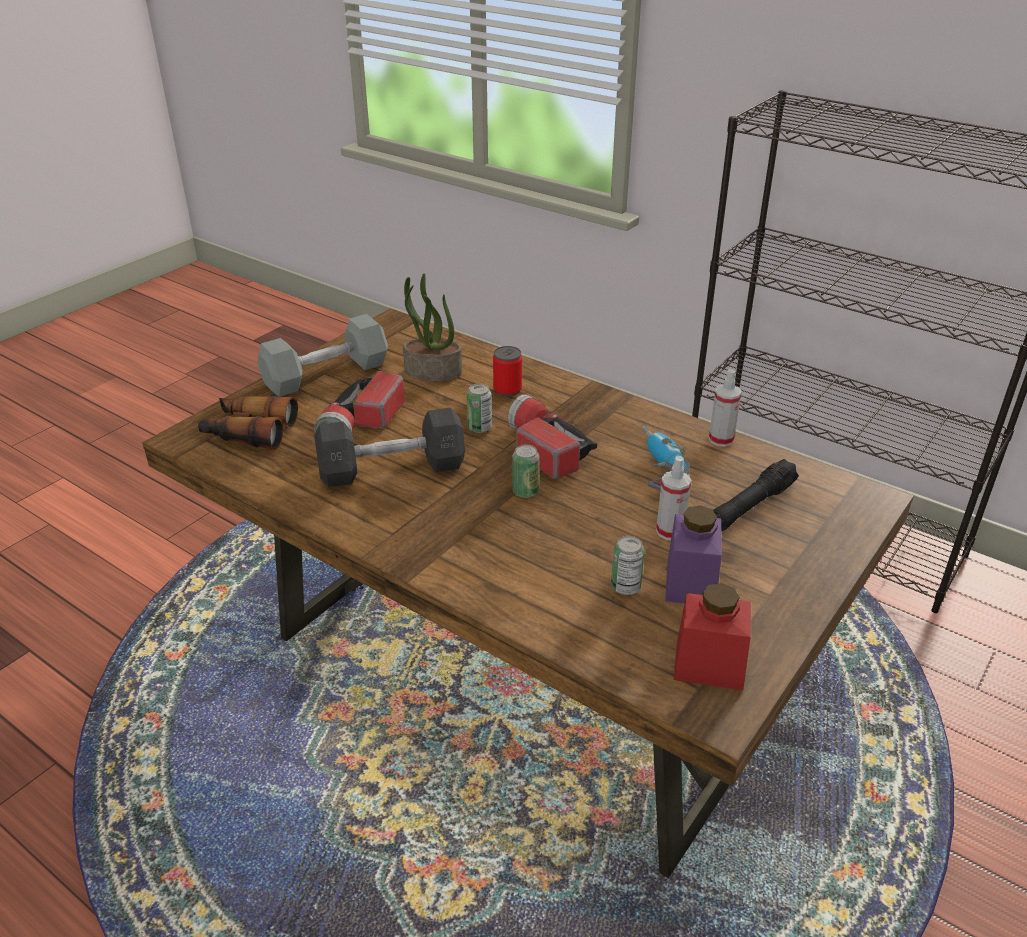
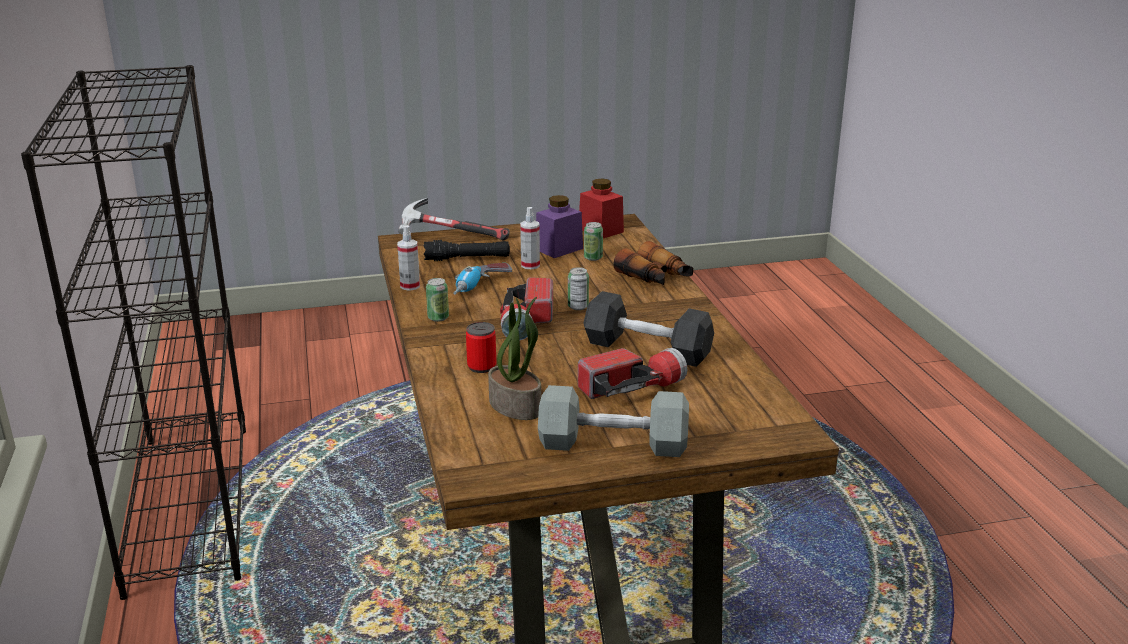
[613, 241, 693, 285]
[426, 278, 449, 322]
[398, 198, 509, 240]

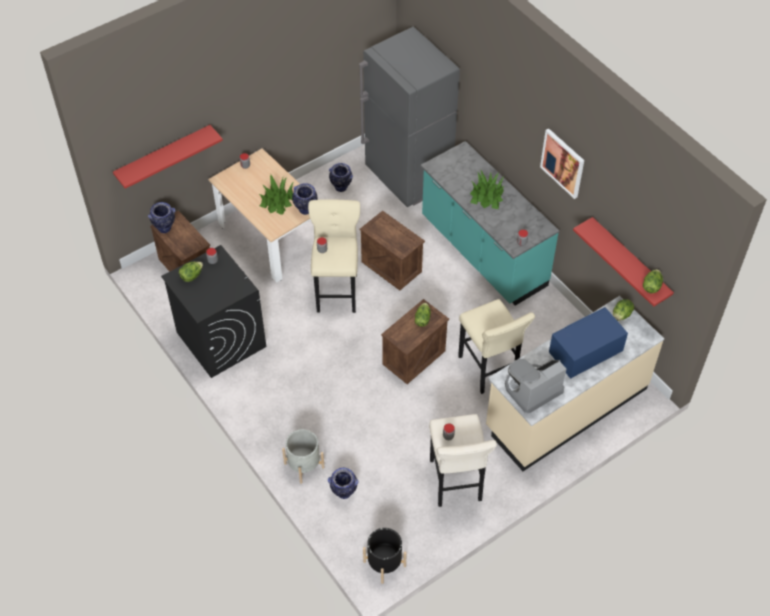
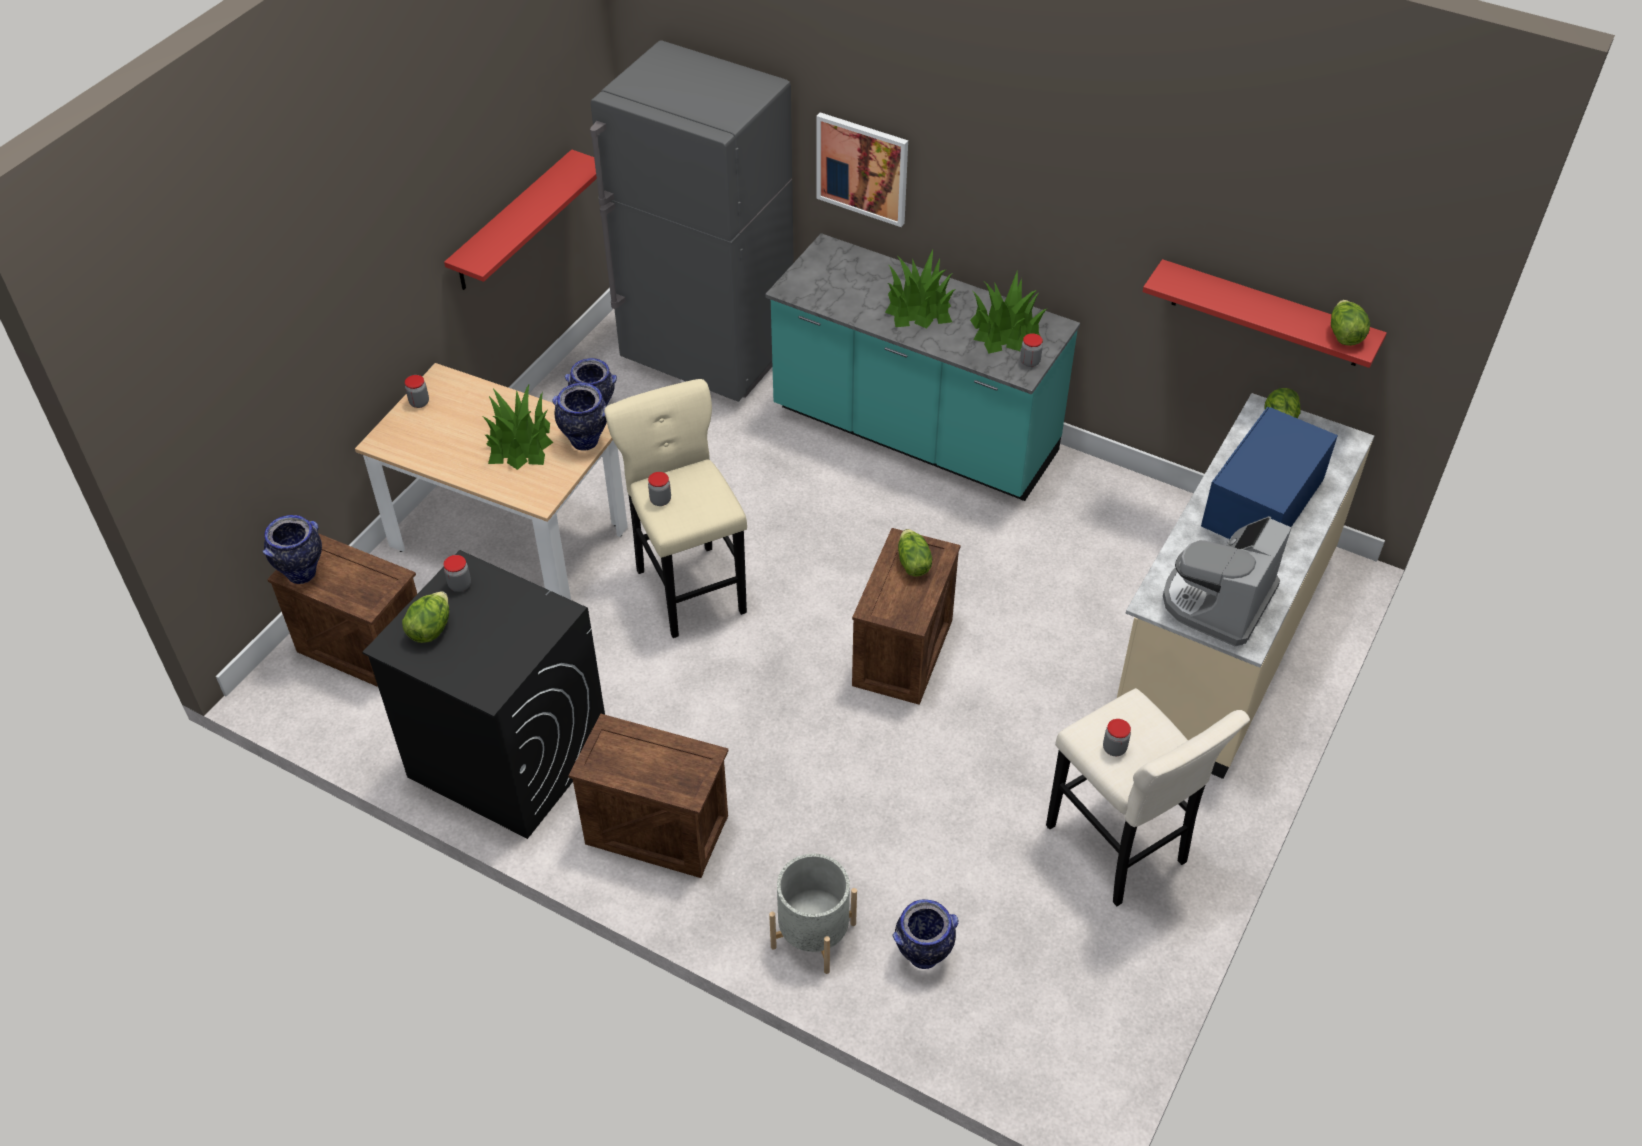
[444, 149, 597, 290]
[568, 714, 728, 878]
[363, 528, 407, 584] (first image)
[458, 299, 535, 394] (first image)
[816, 112, 908, 227]
[970, 272, 1048, 353]

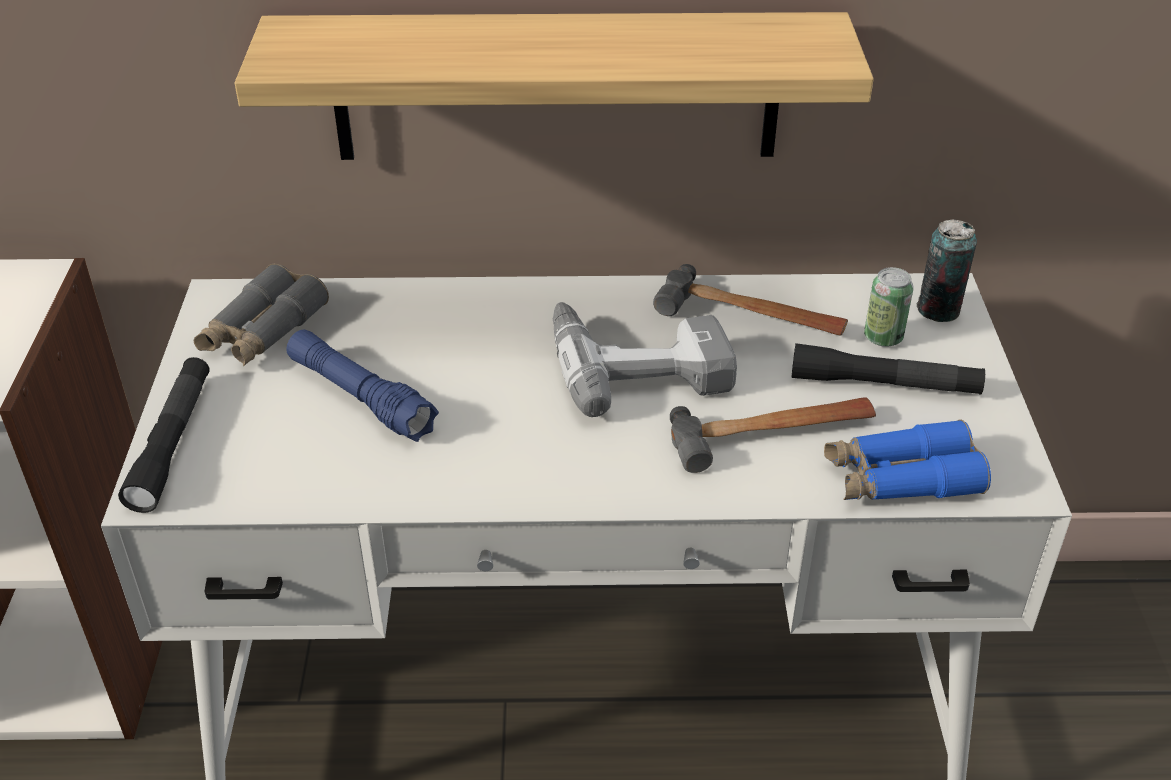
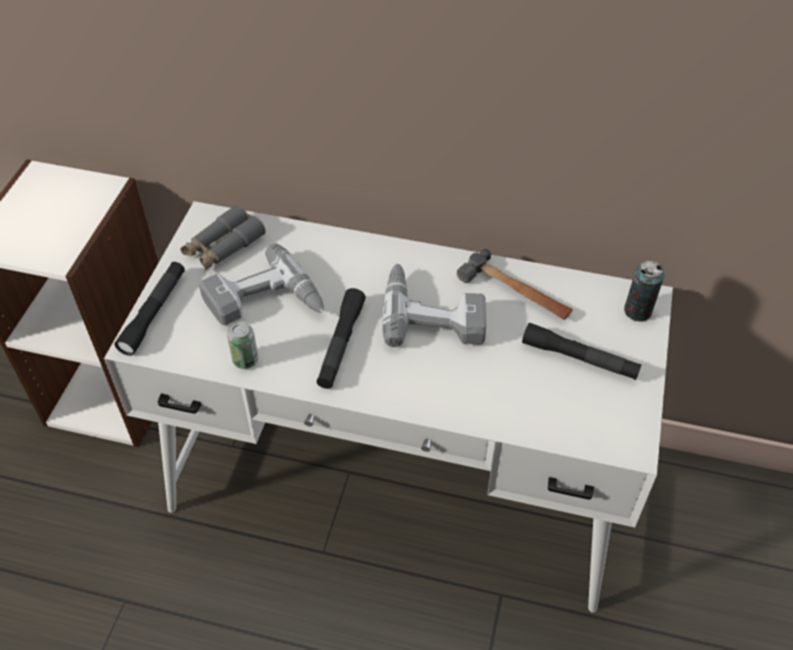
[235, 12, 874, 160] (first image)
[199, 244, 324, 325]
[670, 397, 876, 473] (first image)
[824, 420, 991, 500] (first image)
[227, 321, 258, 369]
[317, 288, 366, 389]

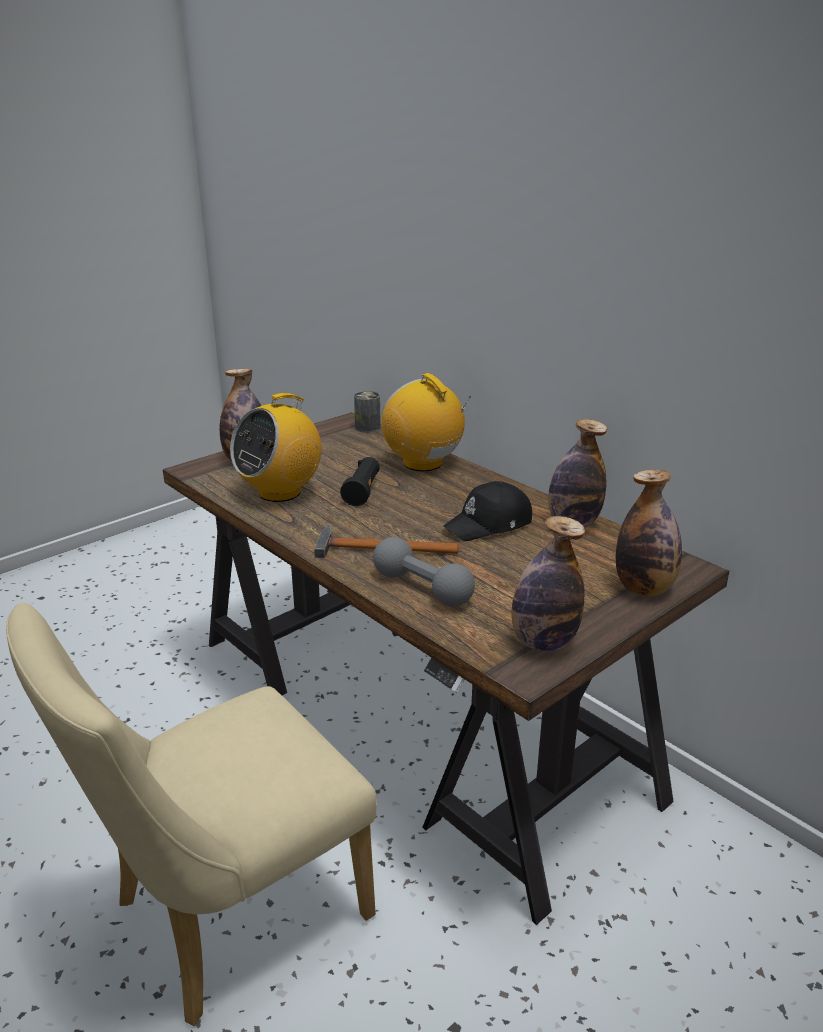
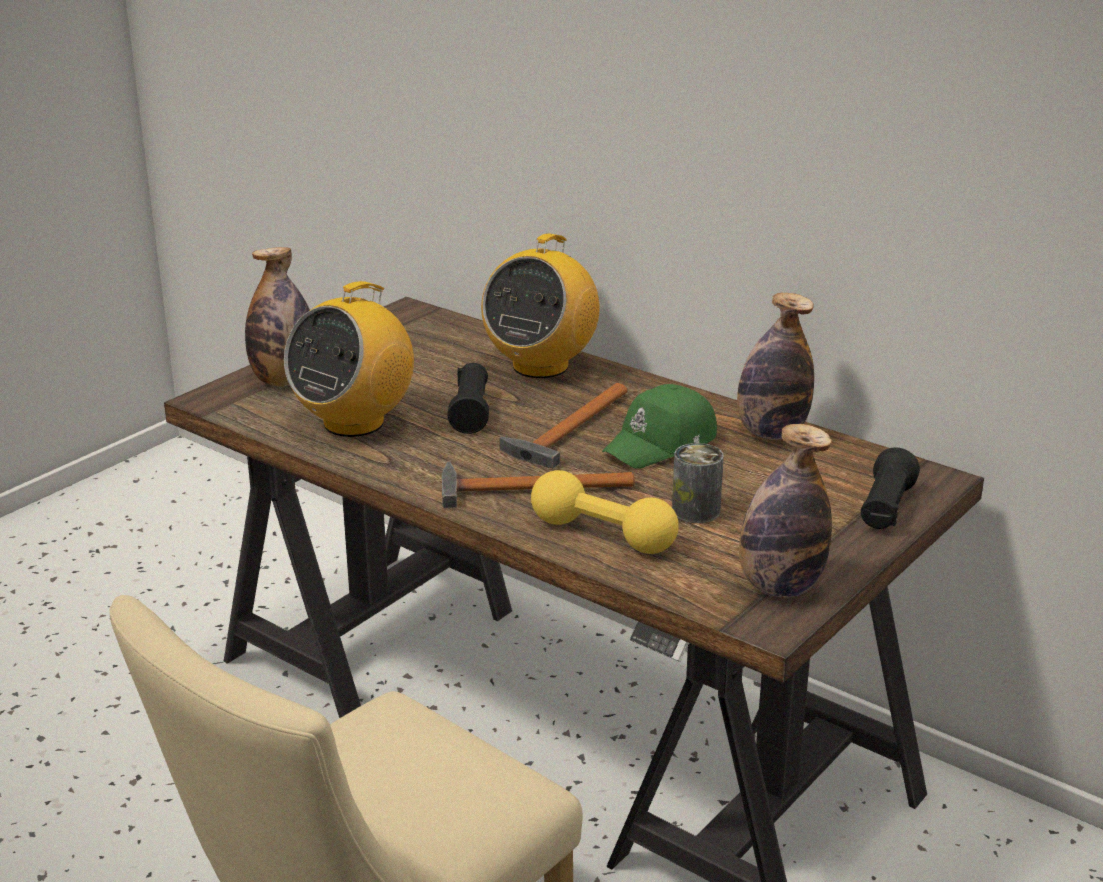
[672, 443, 724, 523]
[531, 470, 679, 554]
[481, 233, 600, 378]
[602, 384, 717, 468]
[861, 447, 920, 529]
[499, 383, 628, 468]

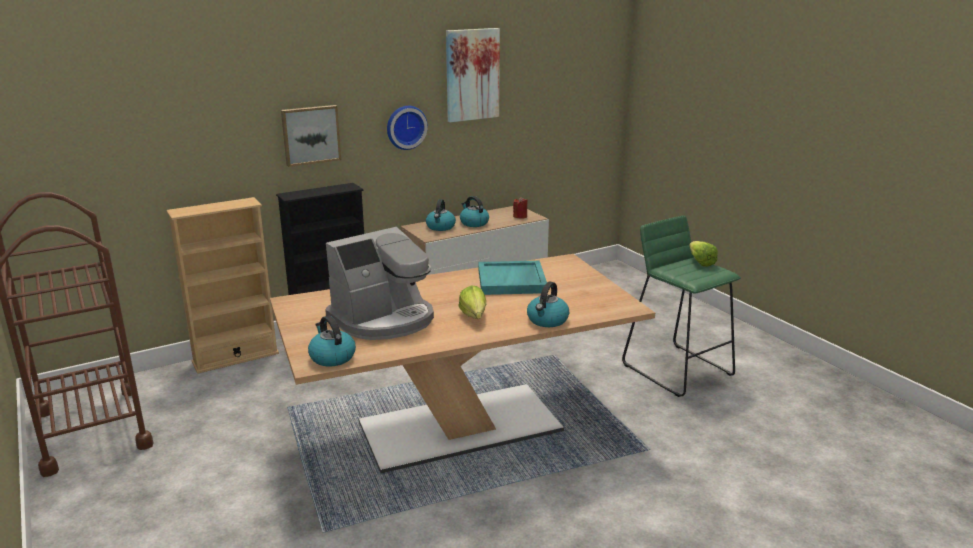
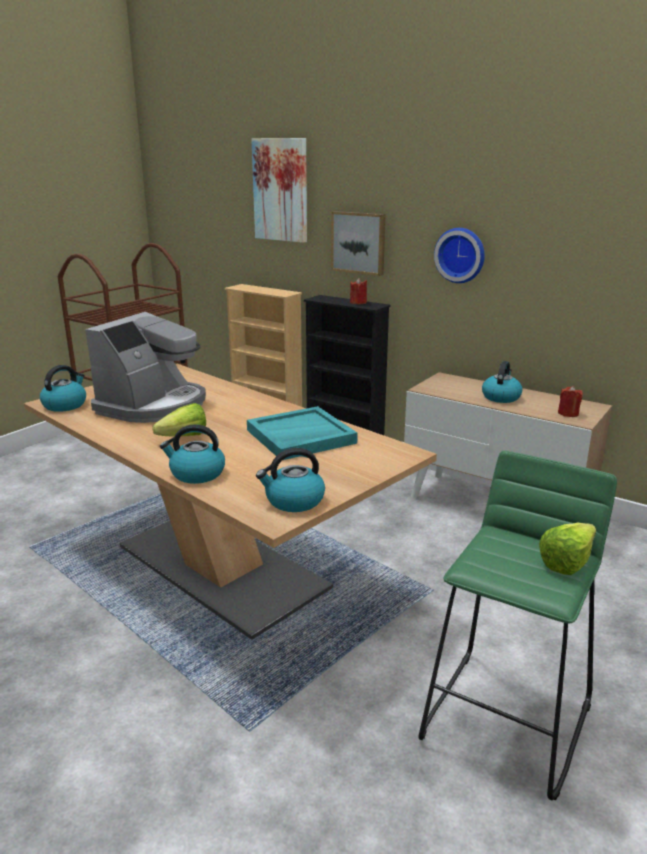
[85, 312, 206, 423]
[256, 448, 325, 512]
[251, 138, 307, 243]
[350, 278, 367, 304]

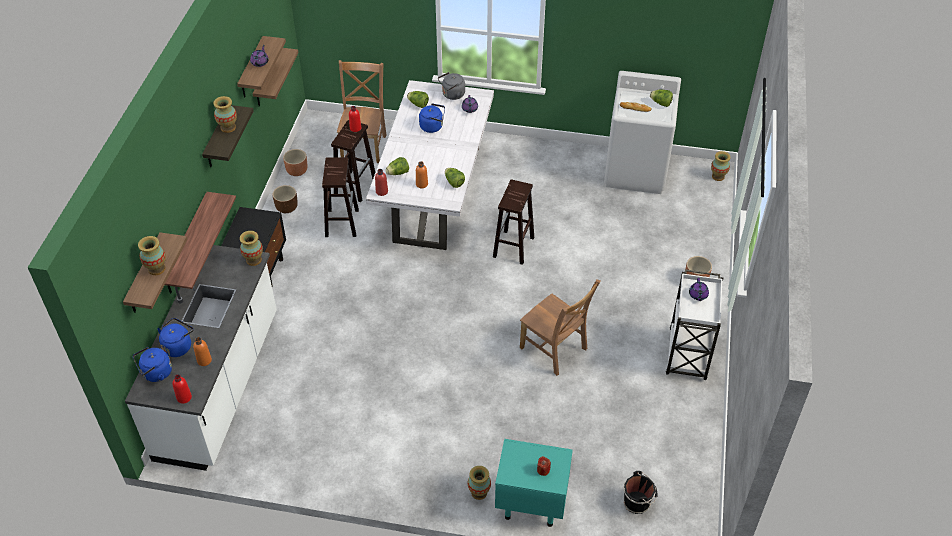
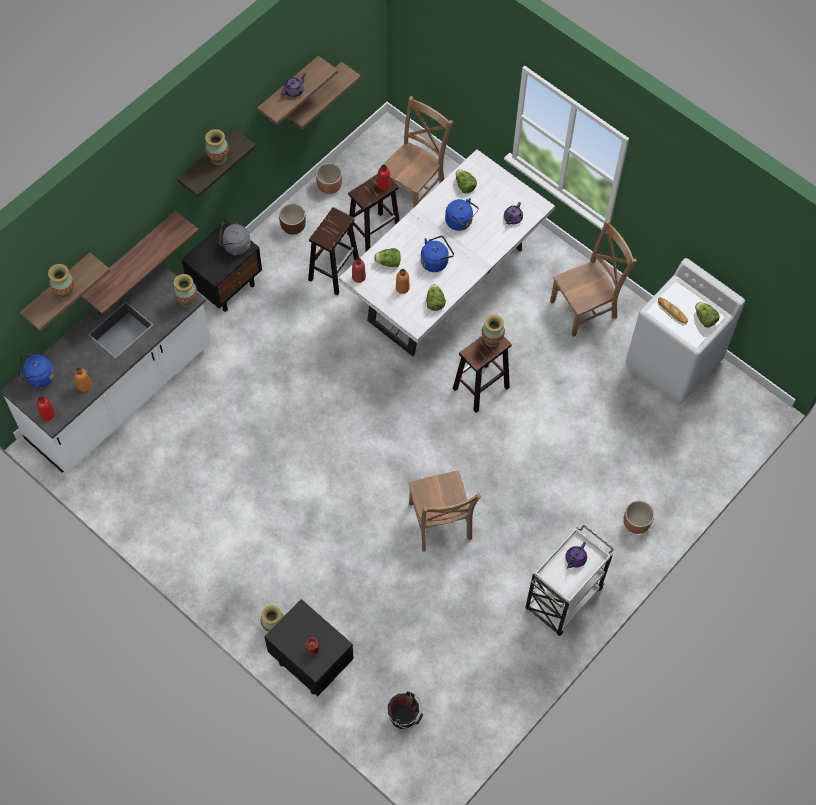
[421, 236, 454, 272]
[219, 222, 250, 256]
[264, 599, 354, 697]
[482, 315, 505, 347]
[550, 219, 637, 337]

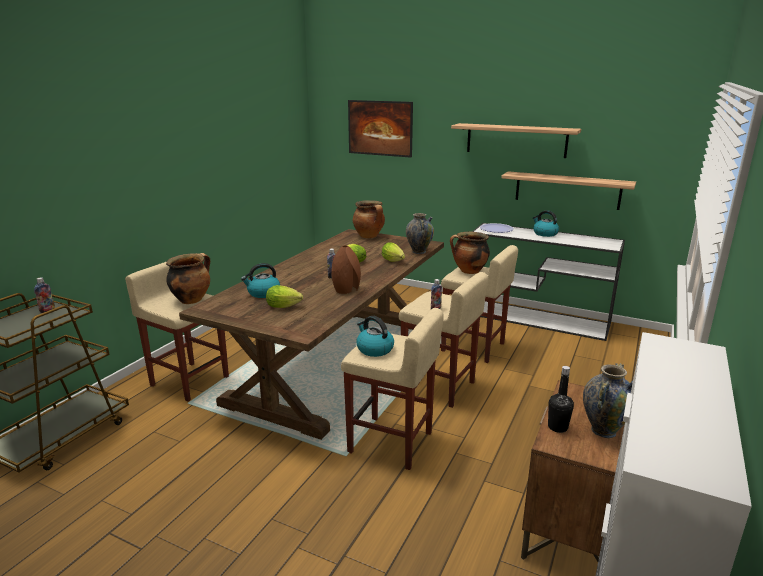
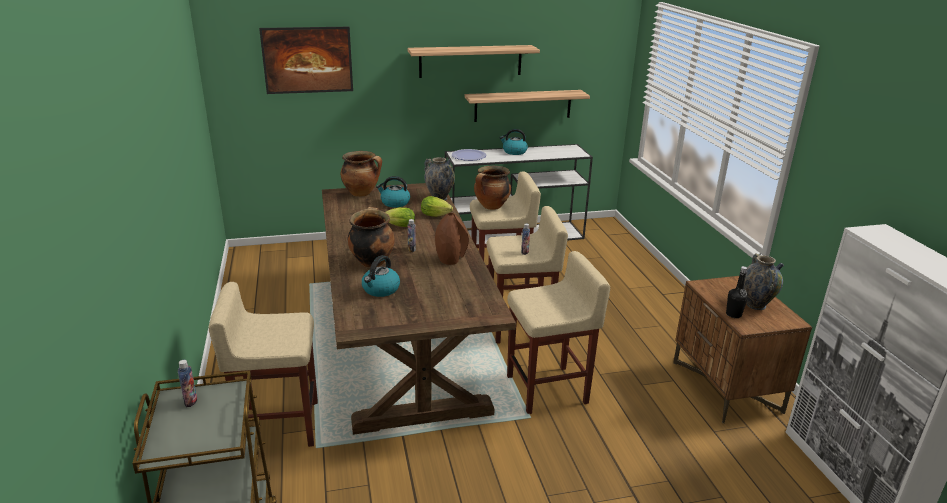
[348, 207, 395, 268]
[266, 285, 303, 308] (first image)
[376, 176, 410, 208]

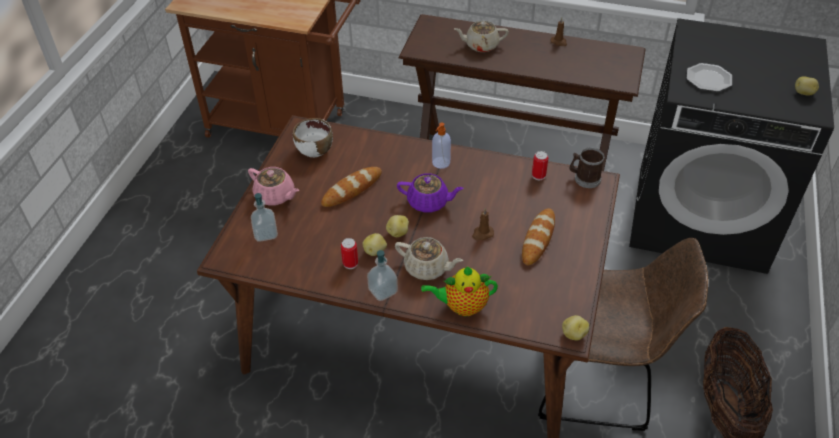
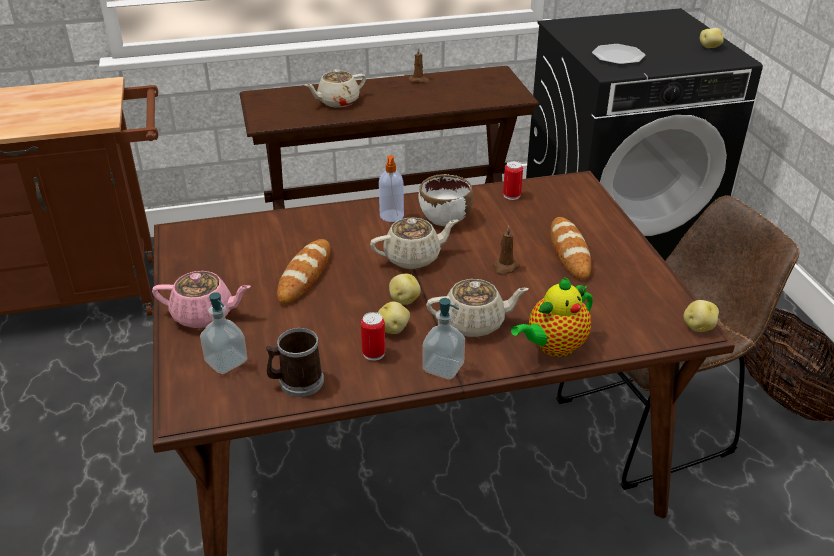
[418, 174, 473, 226]
[370, 217, 458, 269]
[266, 328, 324, 397]

